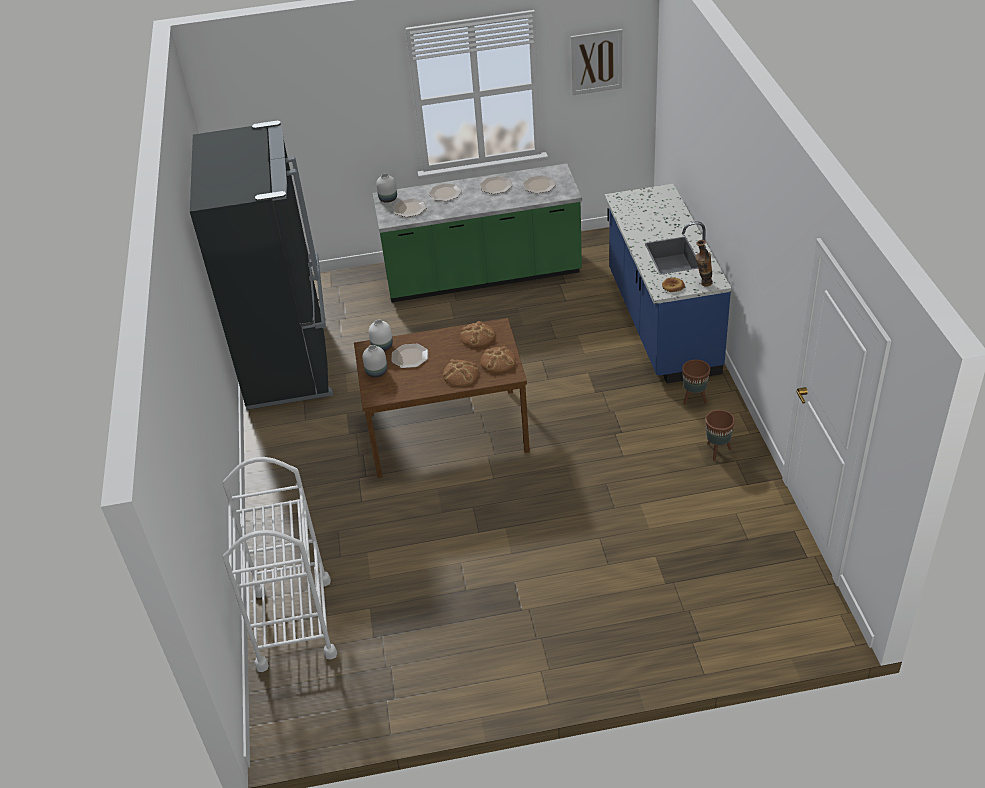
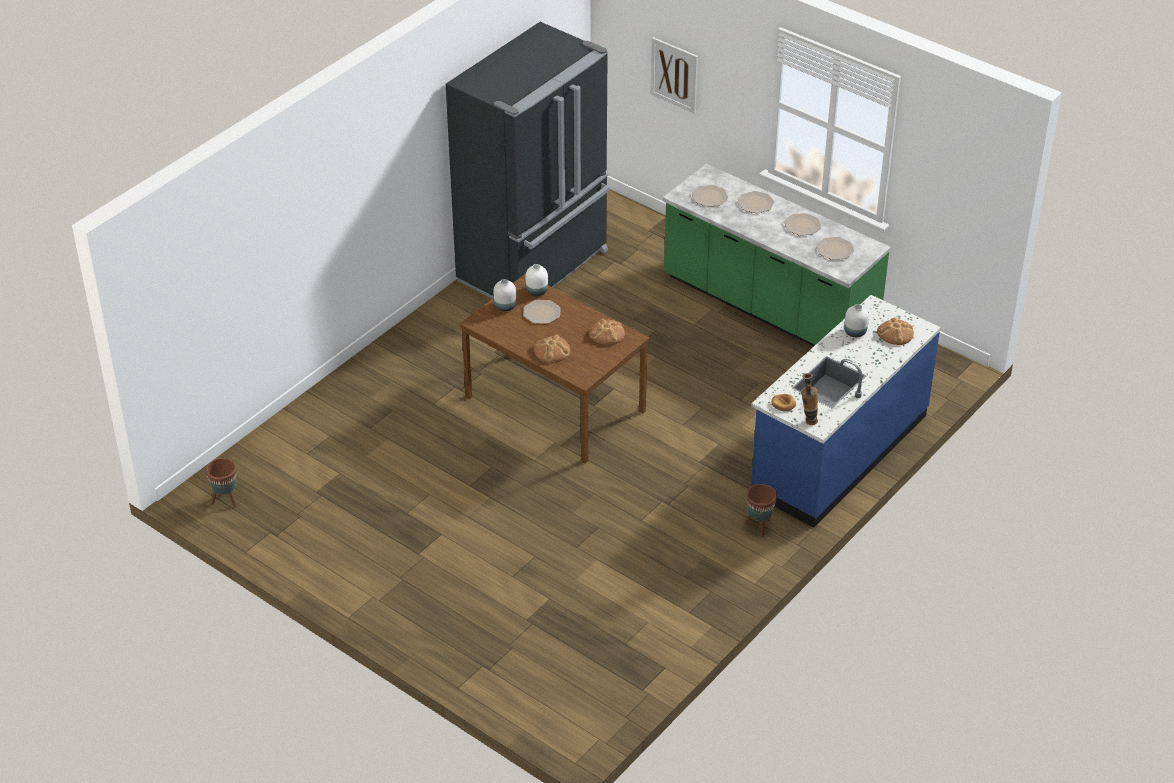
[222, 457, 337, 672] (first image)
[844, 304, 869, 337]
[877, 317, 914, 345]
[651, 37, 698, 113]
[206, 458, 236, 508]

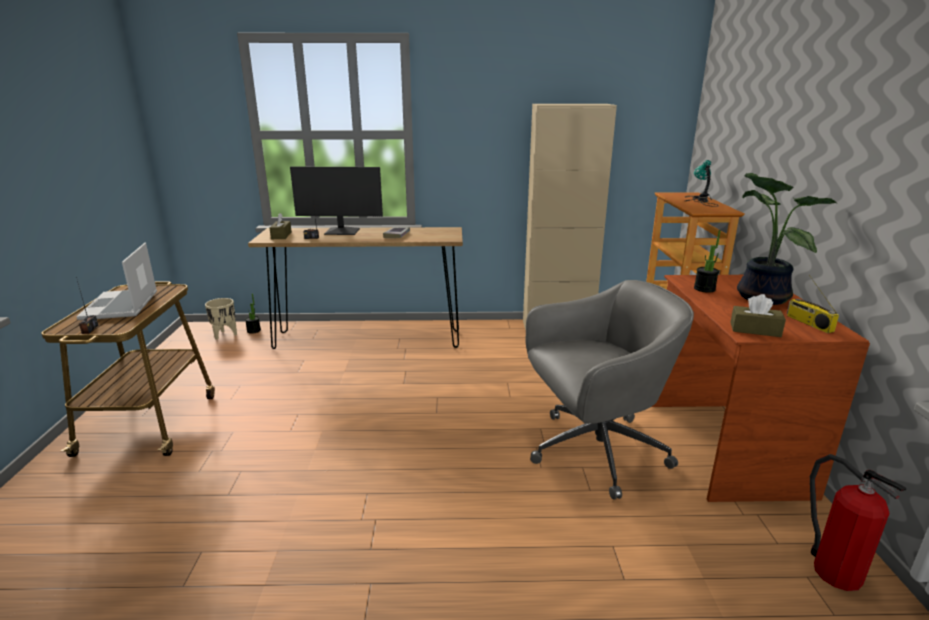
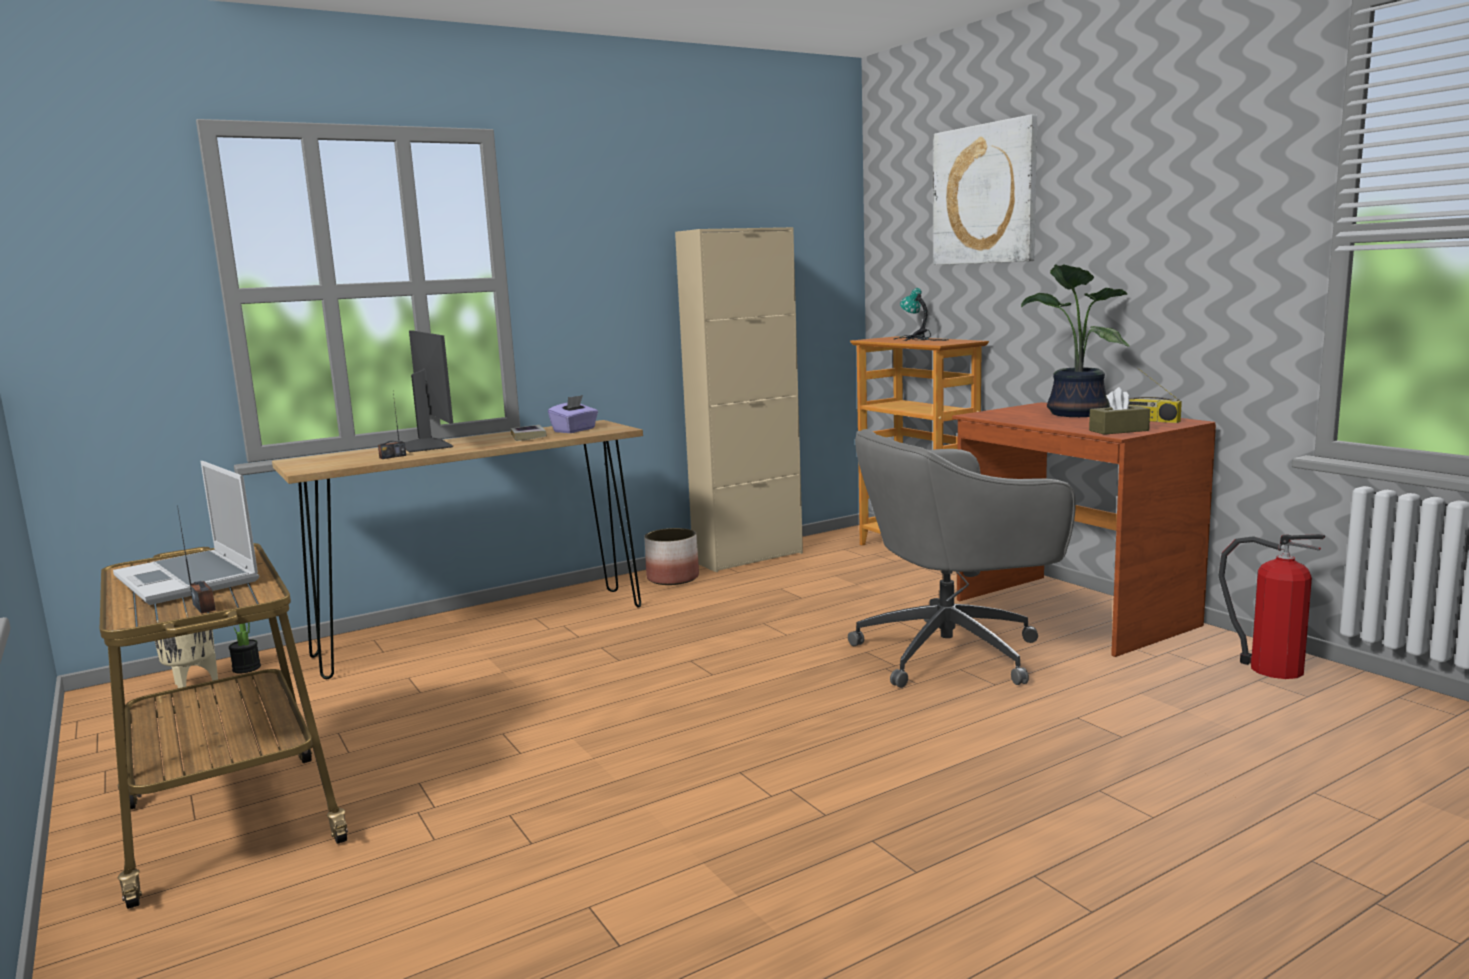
[270, 213, 292, 239] (first image)
[405, 330, 453, 452]
[848, 429, 1076, 688]
[694, 230, 721, 293] (first image)
[548, 395, 598, 433]
[644, 528, 699, 585]
[933, 114, 1037, 265]

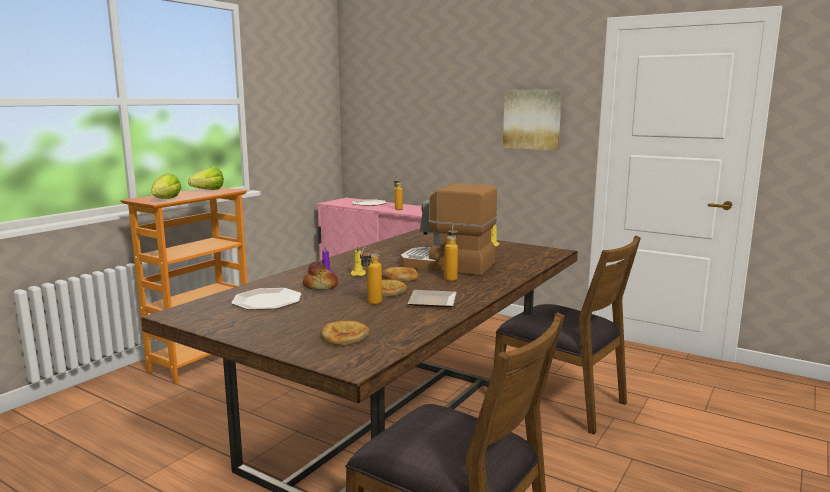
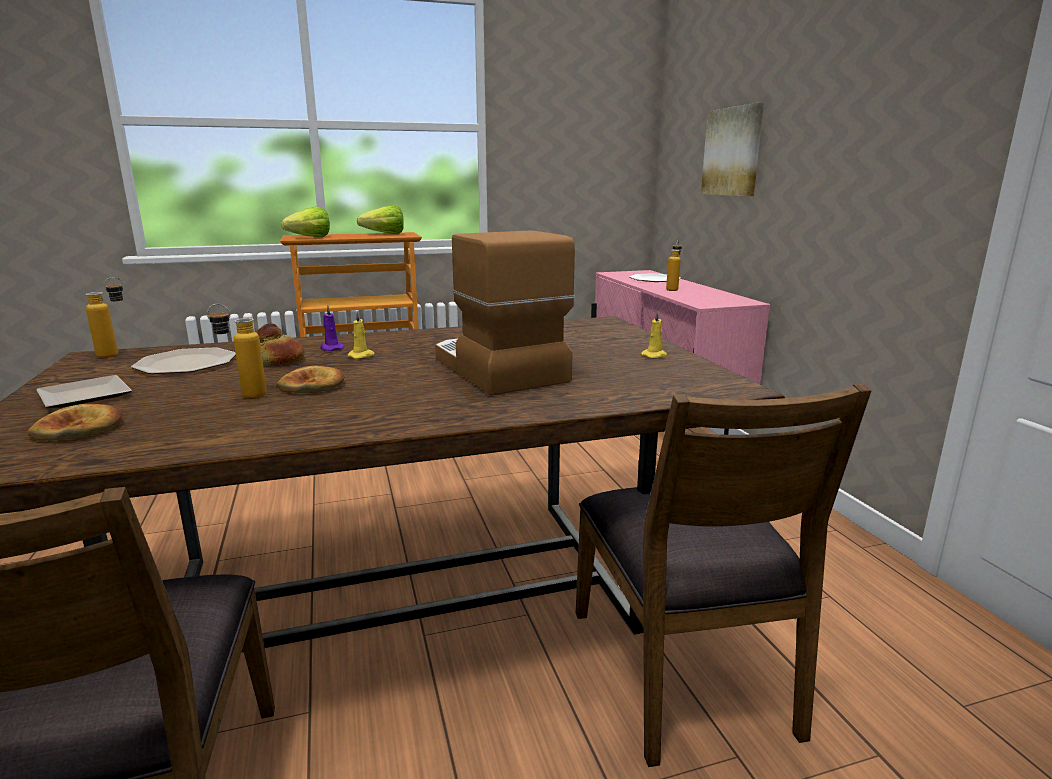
[382, 267, 418, 282] (first image)
[36, 375, 132, 408]
[85, 277, 124, 358]
[701, 103, 764, 196]

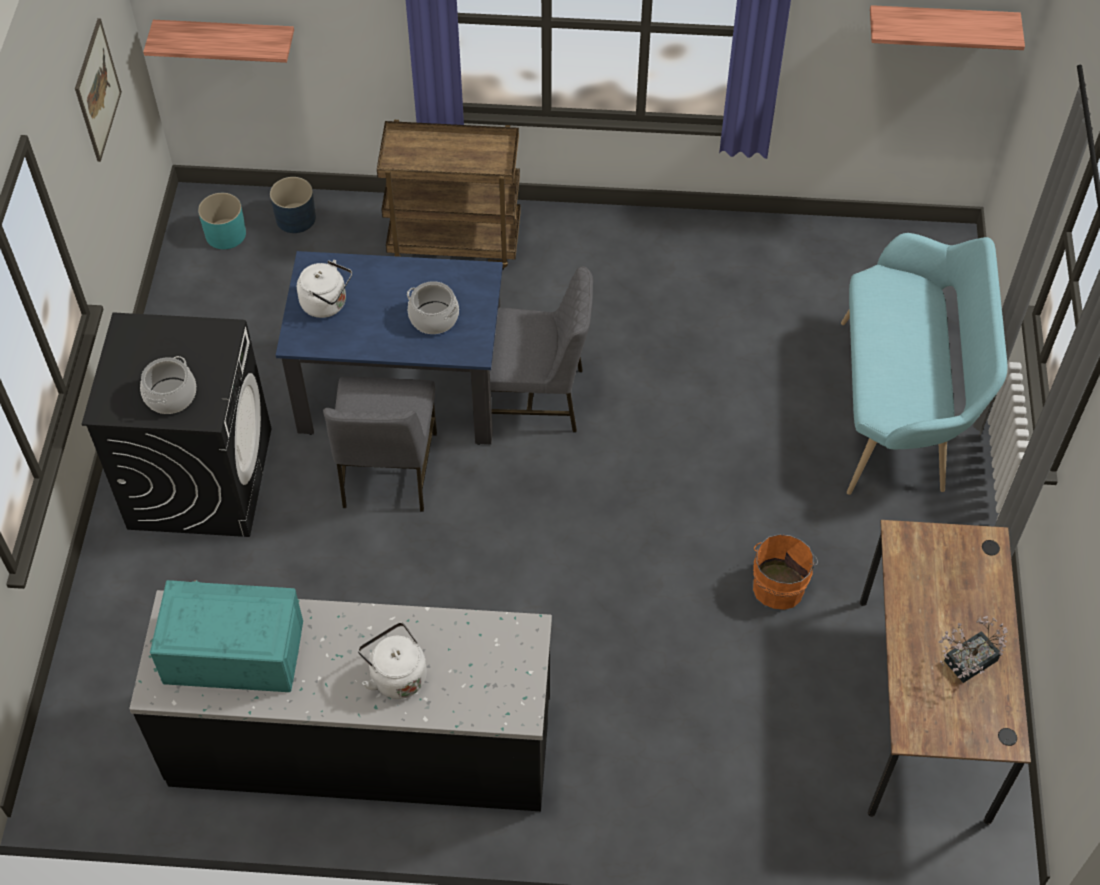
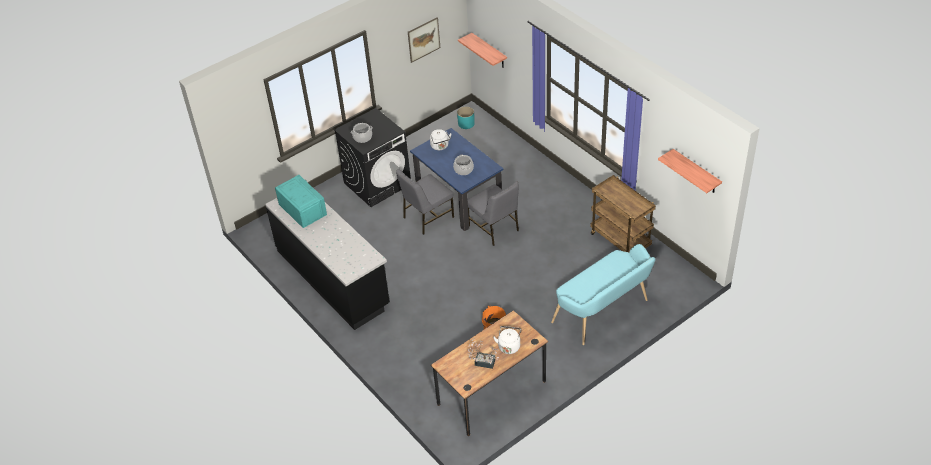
[270, 177, 316, 233] (first image)
[493, 326, 521, 354]
[590, 175, 656, 252]

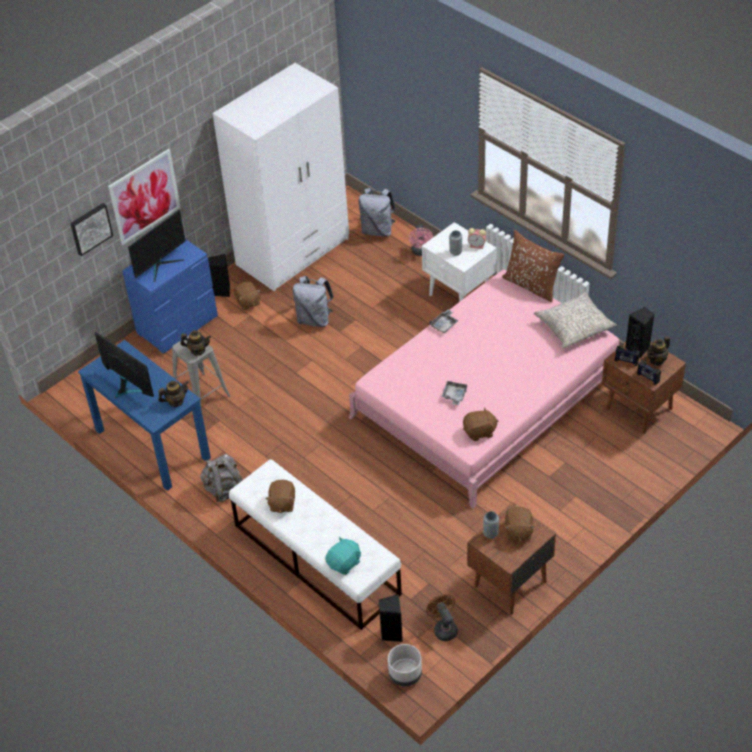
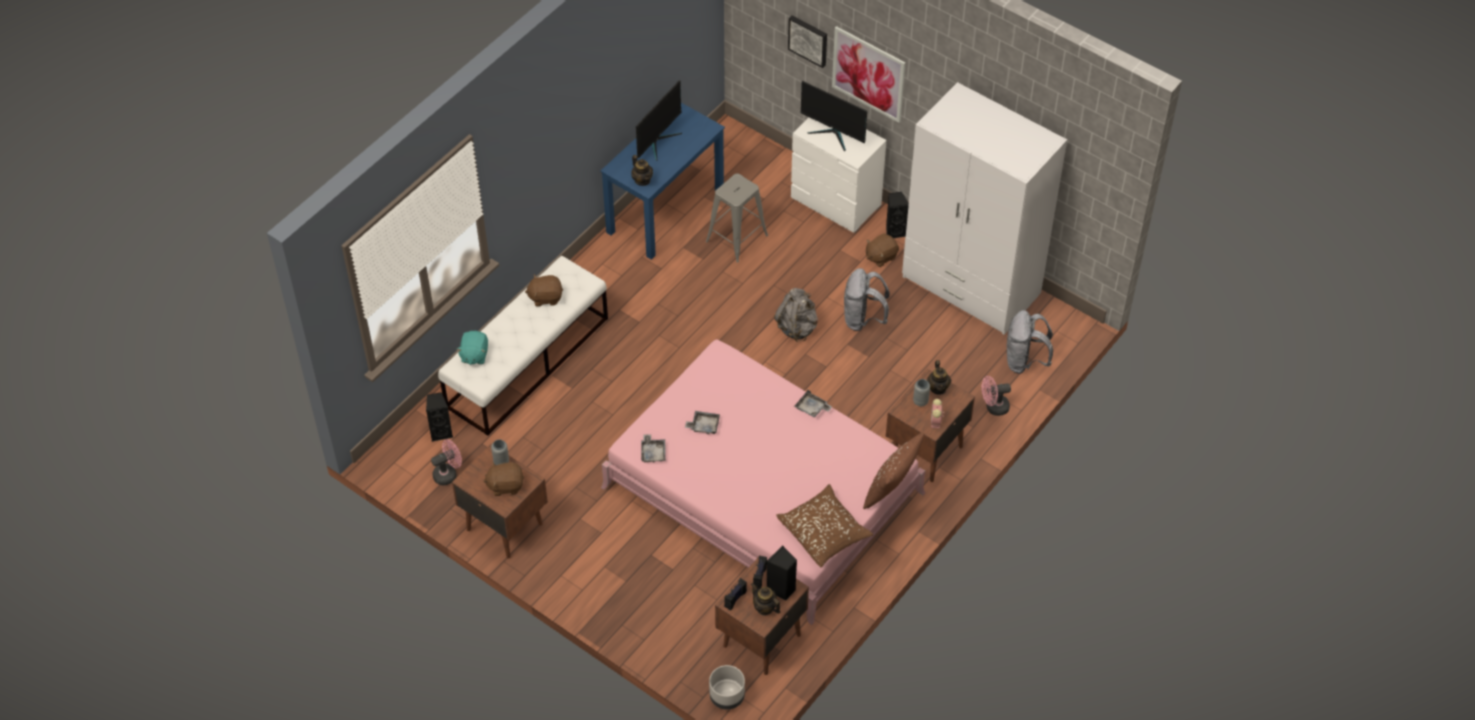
[791, 117, 886, 233]
[927, 360, 951, 395]
[774, 288, 818, 342]
[457, 331, 488, 365]
[709, 665, 745, 710]
[886, 369, 975, 482]
[431, 439, 462, 485]
[641, 435, 666, 462]
[776, 484, 873, 568]

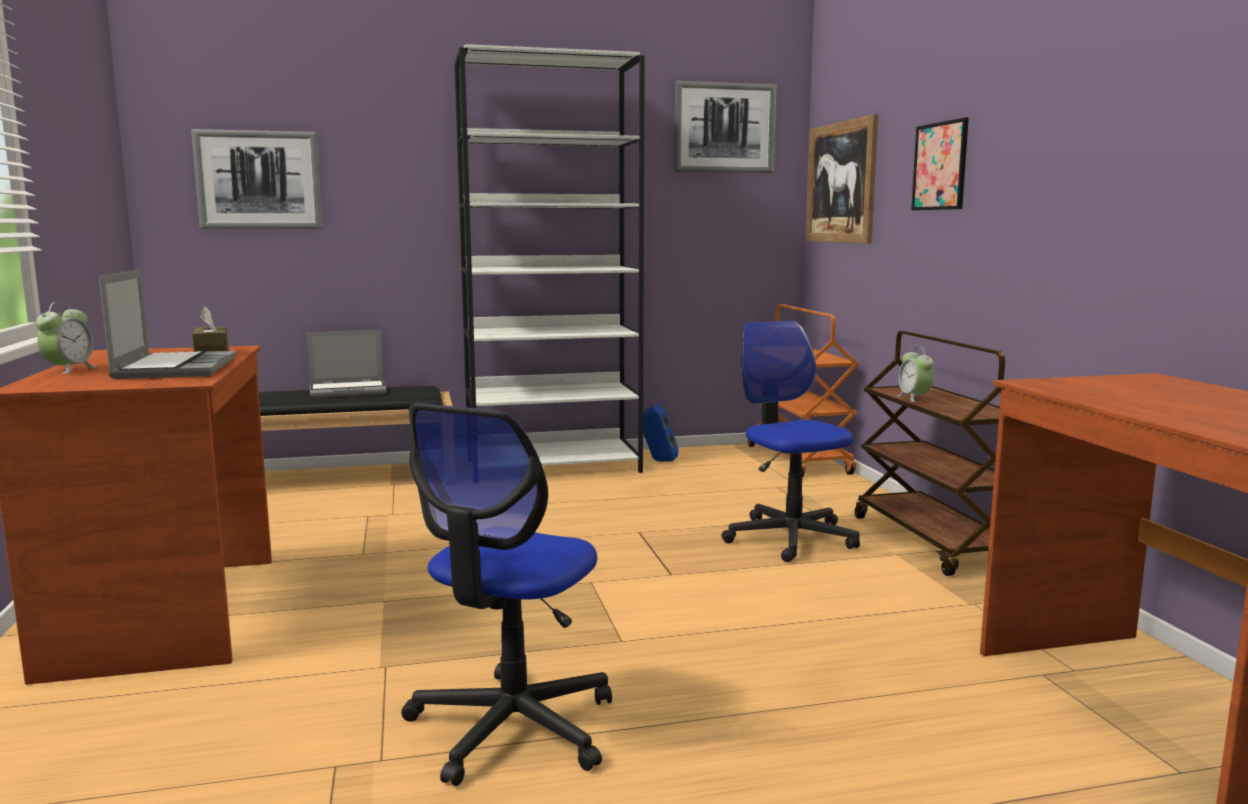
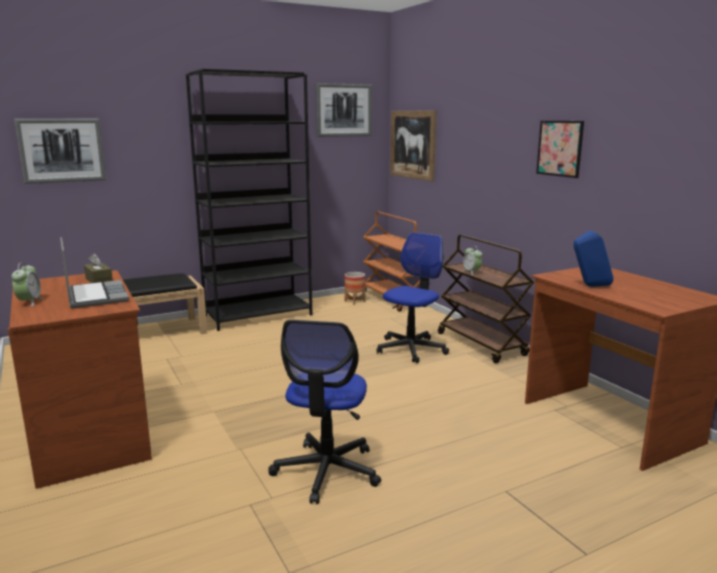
[307, 330, 387, 398] (first image)
[186, 69, 312, 331]
[574, 230, 614, 287]
[377, 233, 449, 363]
[536, 121, 584, 178]
[344, 272, 366, 305]

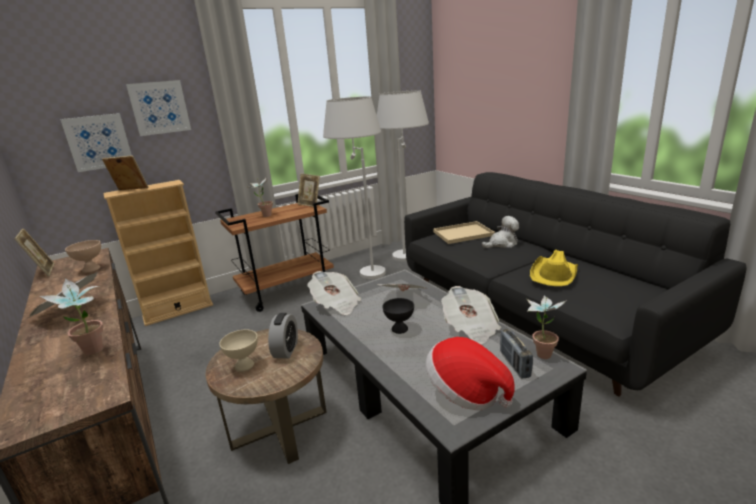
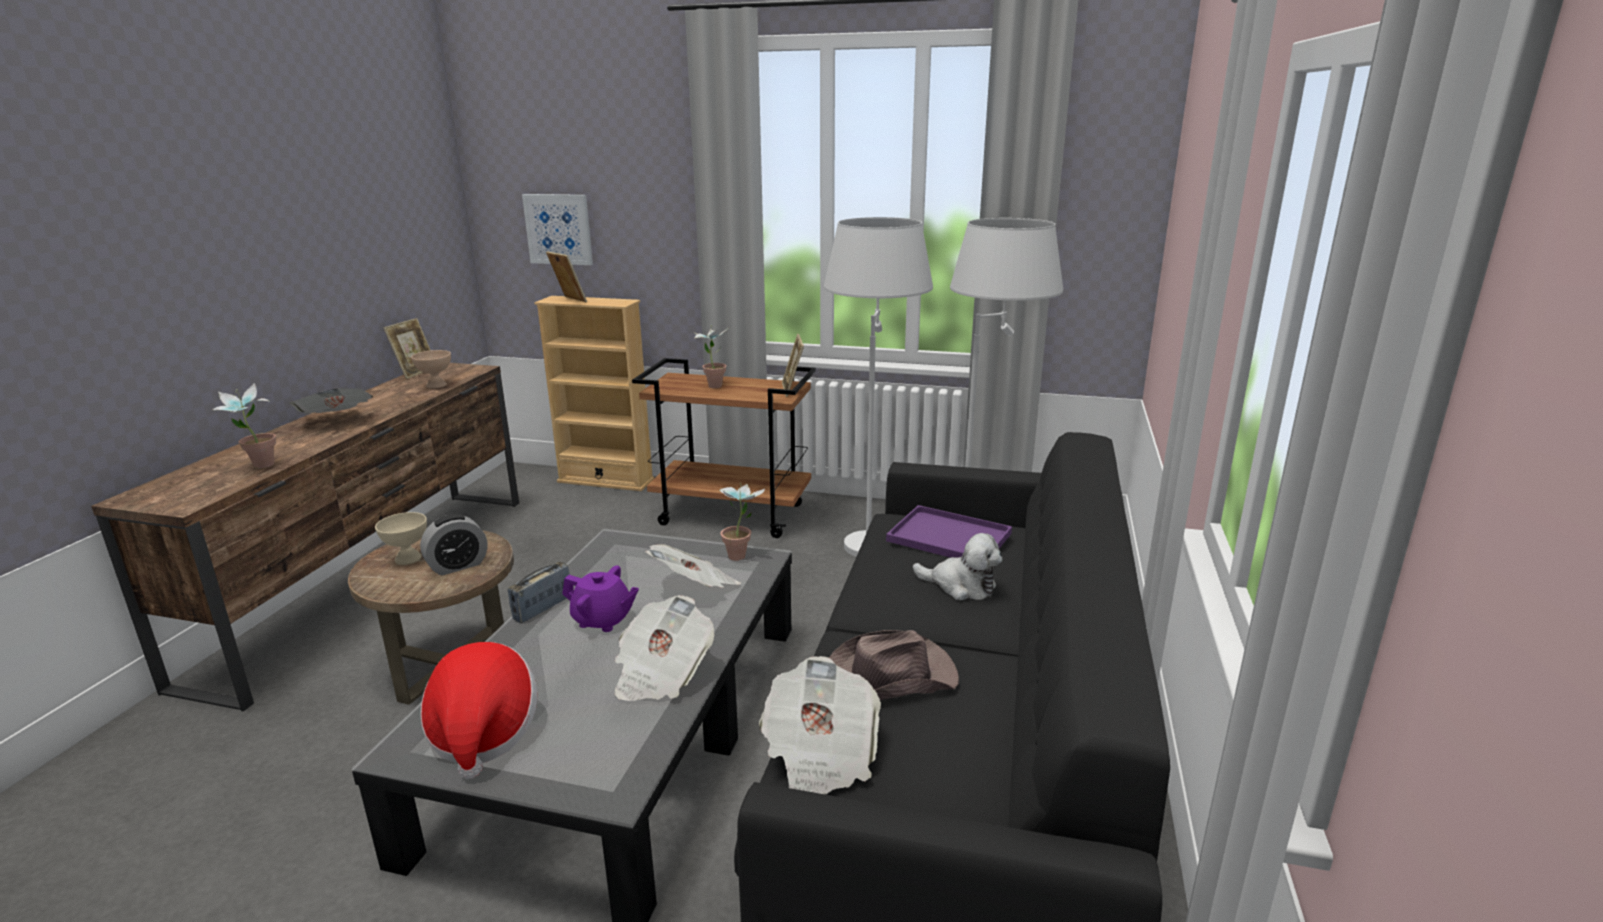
[126, 80, 191, 136] (first image)
[759, 656, 881, 794]
[562, 565, 639, 632]
[886, 505, 1012, 558]
[508, 562, 570, 623]
[719, 483, 765, 561]
[829, 630, 959, 700]

